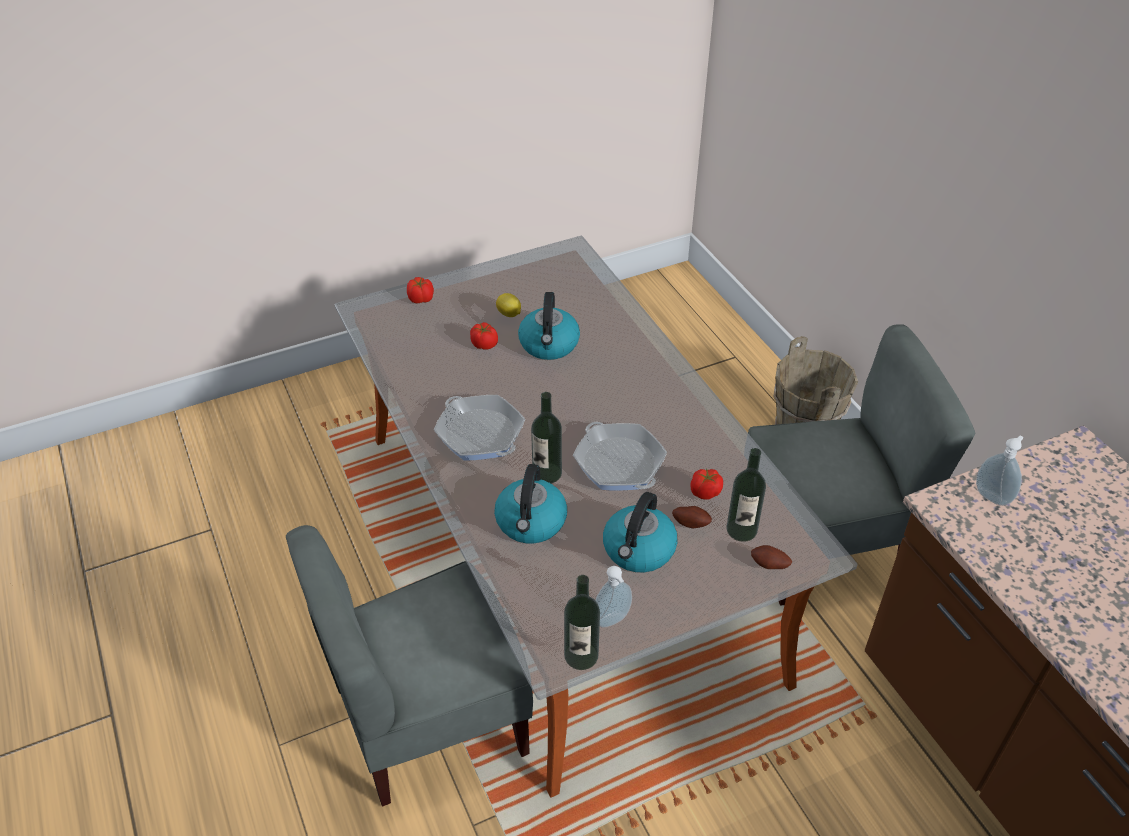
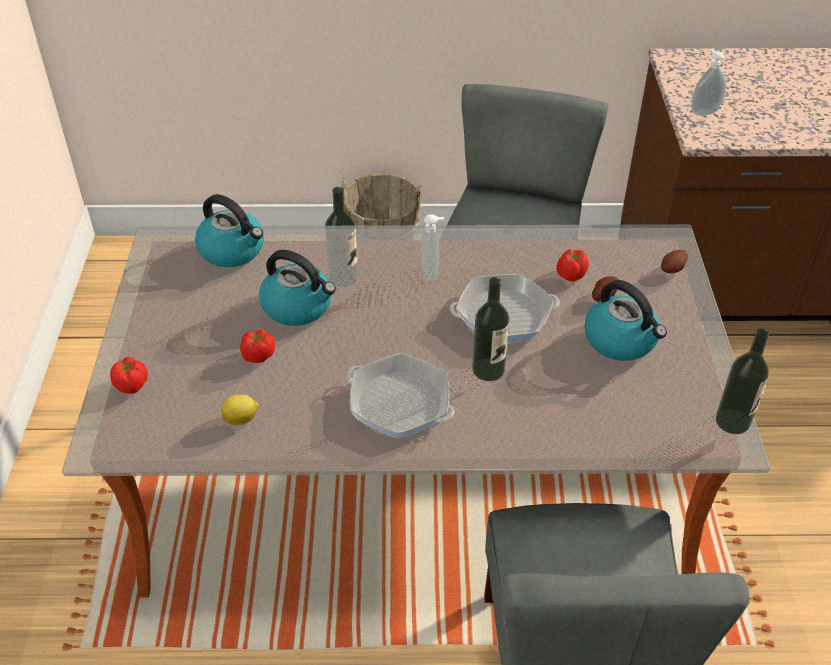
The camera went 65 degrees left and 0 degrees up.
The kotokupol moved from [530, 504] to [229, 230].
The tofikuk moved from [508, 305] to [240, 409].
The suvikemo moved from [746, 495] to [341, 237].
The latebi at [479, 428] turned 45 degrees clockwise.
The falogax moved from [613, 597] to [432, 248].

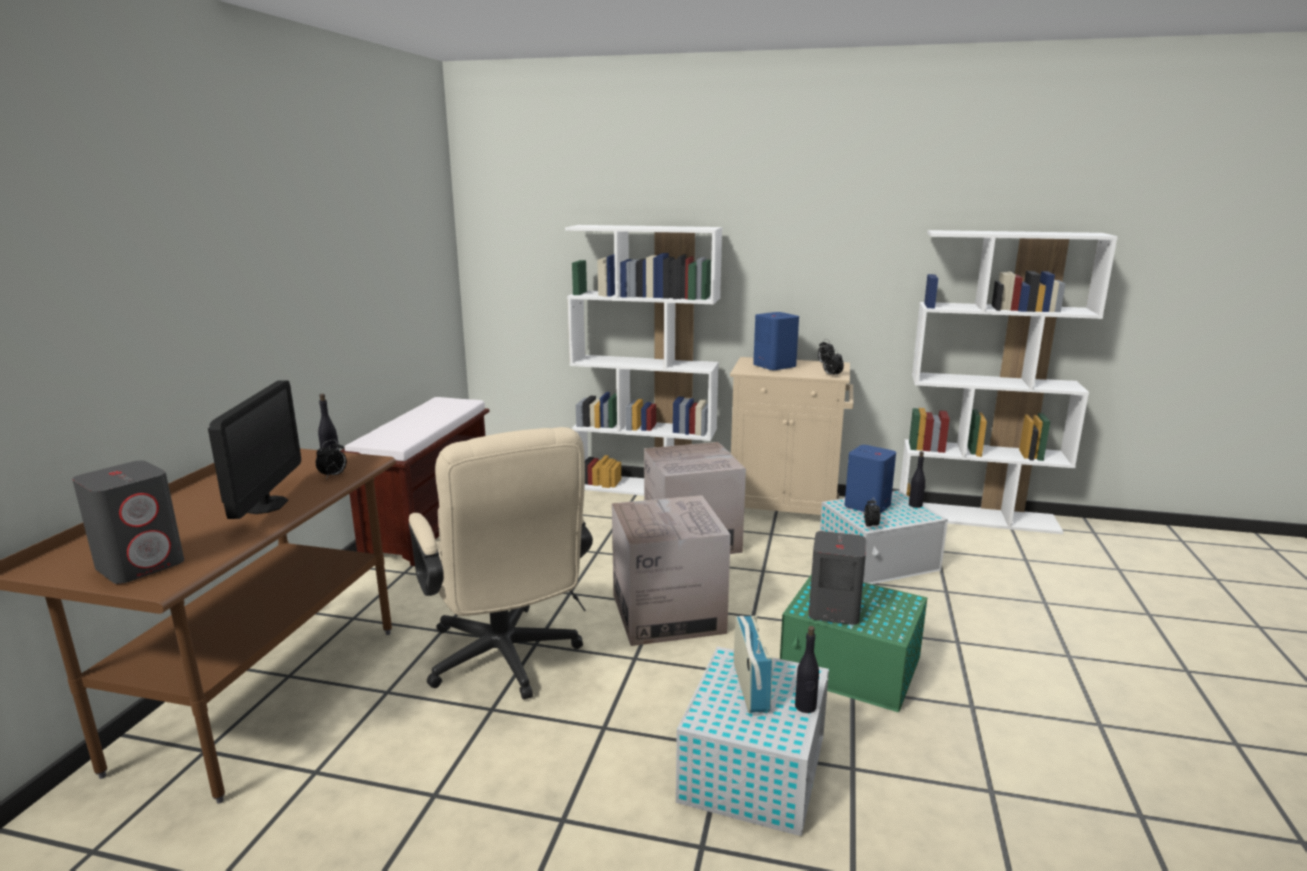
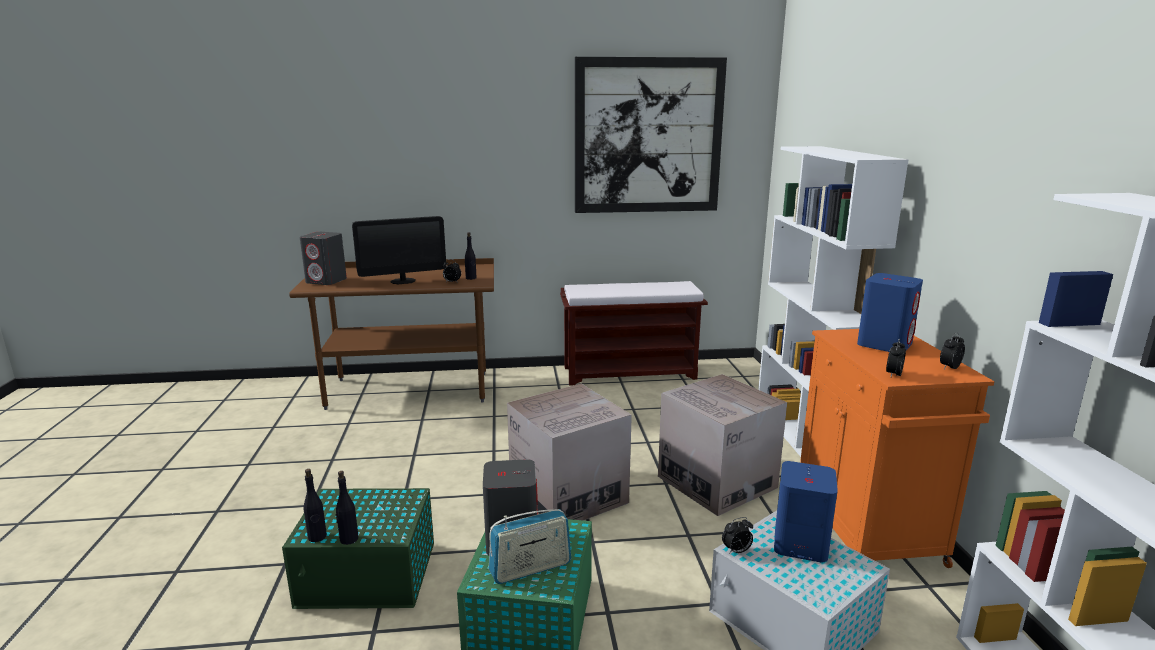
The camera went 70 degrees right and 0 degrees up.
The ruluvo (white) at [752, 741] became the ruluvo (green) at [358, 548].
The suvikemo (black) moved from [917, 479] to [315, 505].
The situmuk moved from [753, 664] to [530, 546].
The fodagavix at [651, 135] appeared.
The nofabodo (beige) at [791, 436] became the nofabodo (orange) at [897, 448].
The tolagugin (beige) at [501, 563] disappeared.

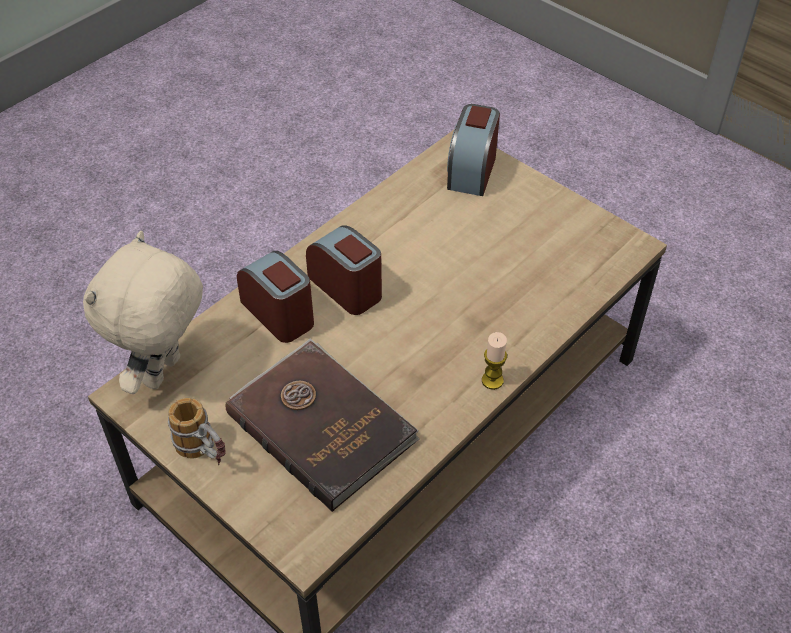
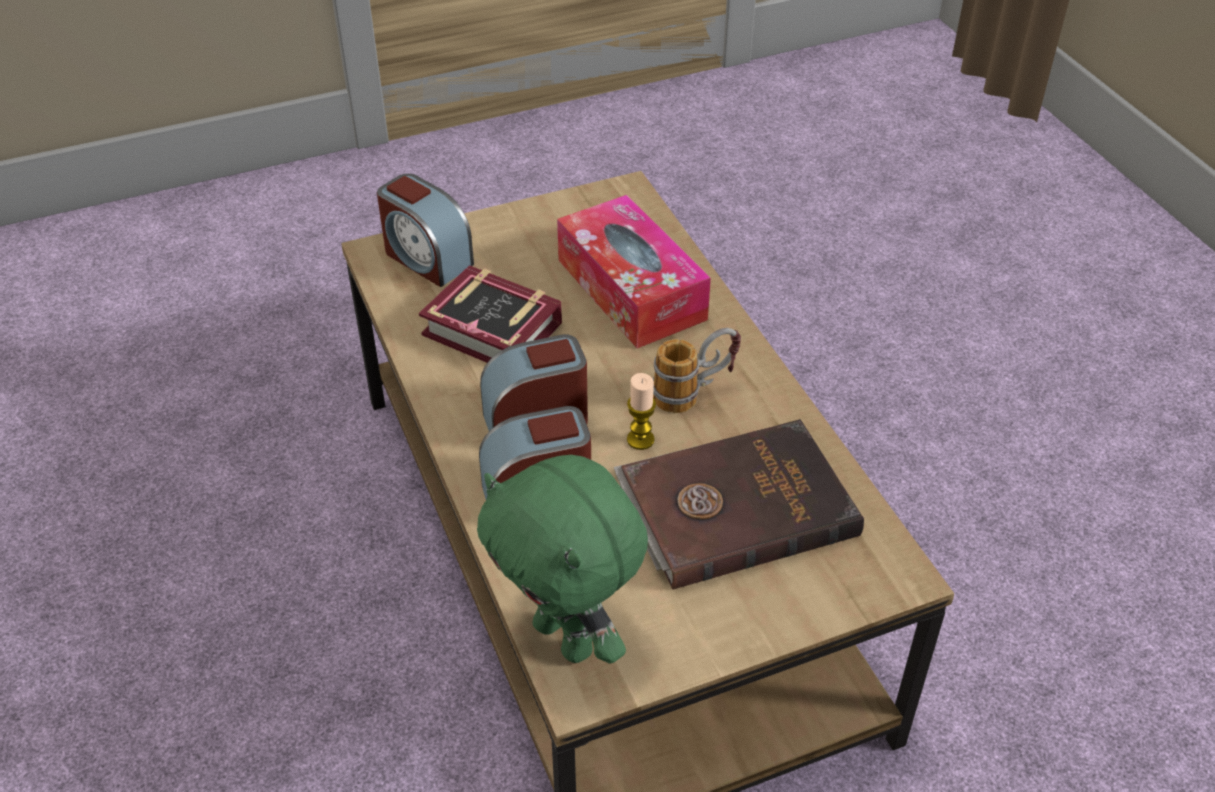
The camera went 65 degrees left and 5 degrees down.
The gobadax at [490, 314] appeared.
The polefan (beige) at [143, 312] became the polefan (green) at [562, 559].
The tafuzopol at [634, 271] appeared.
The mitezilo moved from [494, 361] to [641, 411].
The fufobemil moved from [197, 431] to [697, 370].

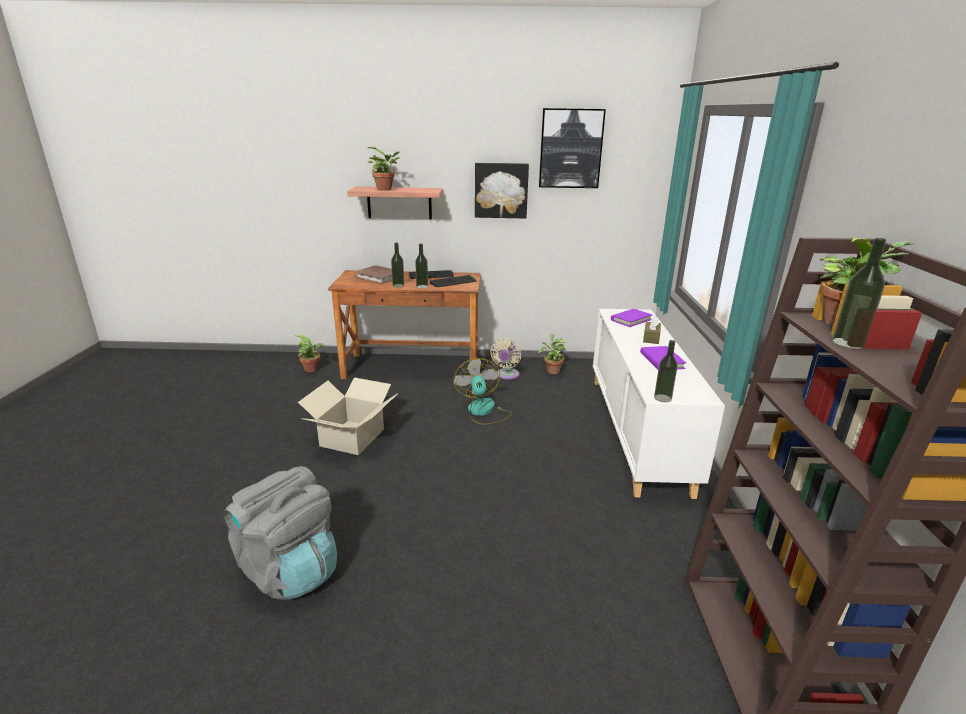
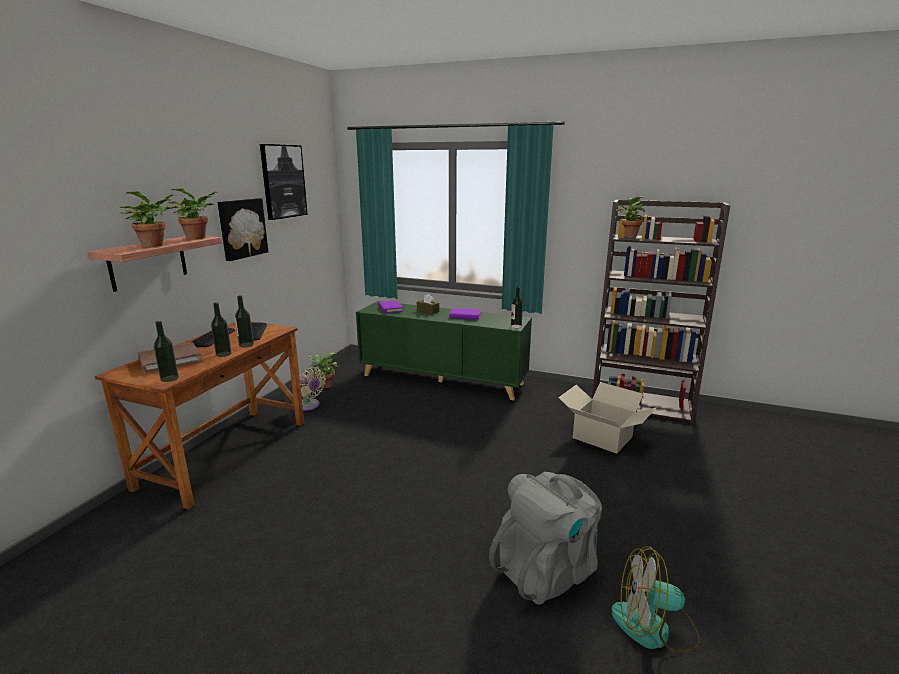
The camera went 70 degrees left and 5 degrees down.
The suvikemo moved from [859, 293] to [166, 351].
The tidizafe moved from [310, 353] to [193, 214].
The nofabodo (white) at [659, 404] became the nofabodo (green) at [444, 350].
The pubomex moved from [347, 416] to [607, 418].
The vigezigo moved from [482, 391] to [656, 599].

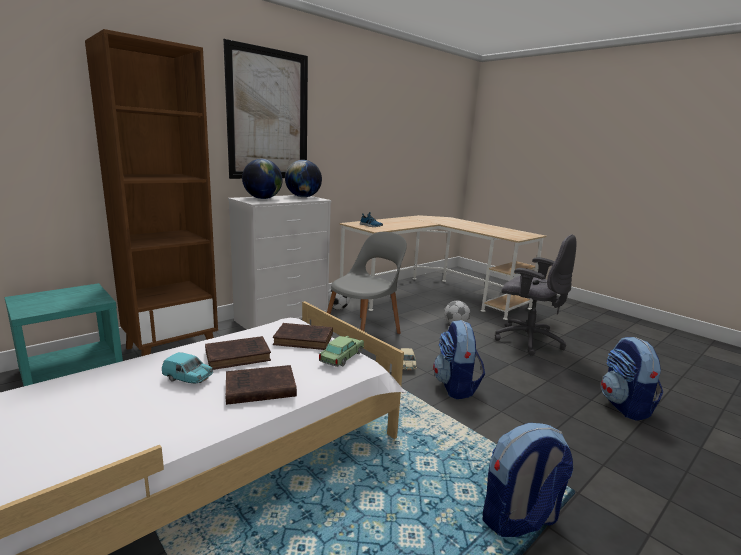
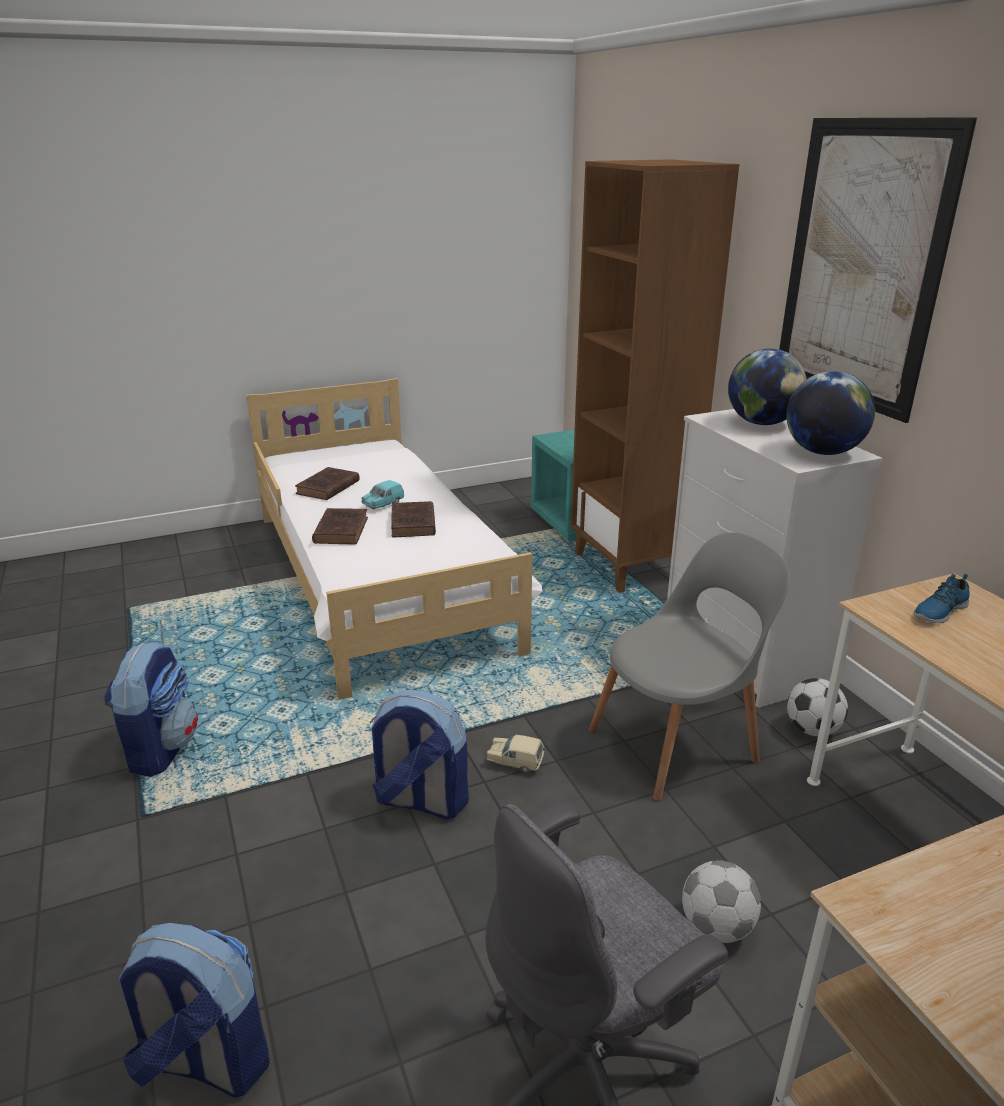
The camera went 110 degrees right and 10 degrees up.
The gobadax (brown) moved from [303, 336] to [327, 483].
The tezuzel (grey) at [367, 283] turned 90 degrees counterclockwise.
The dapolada at [341, 351] disappeared.

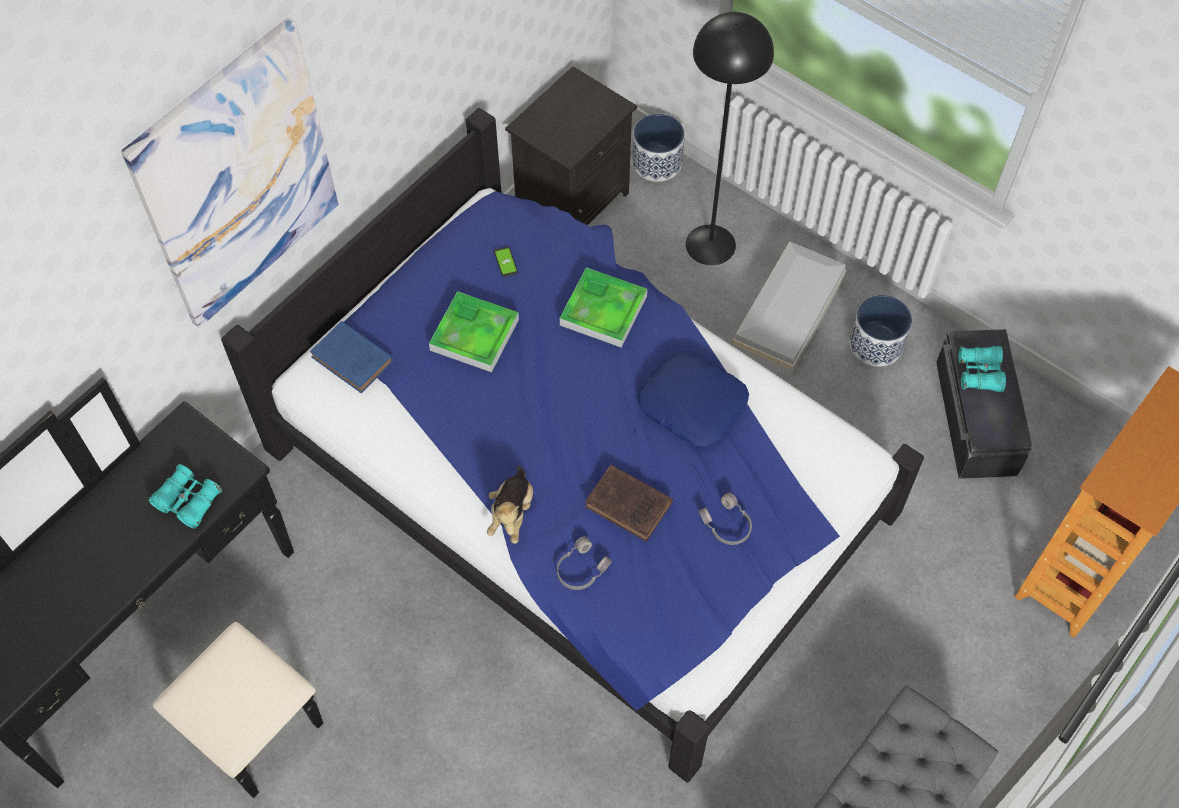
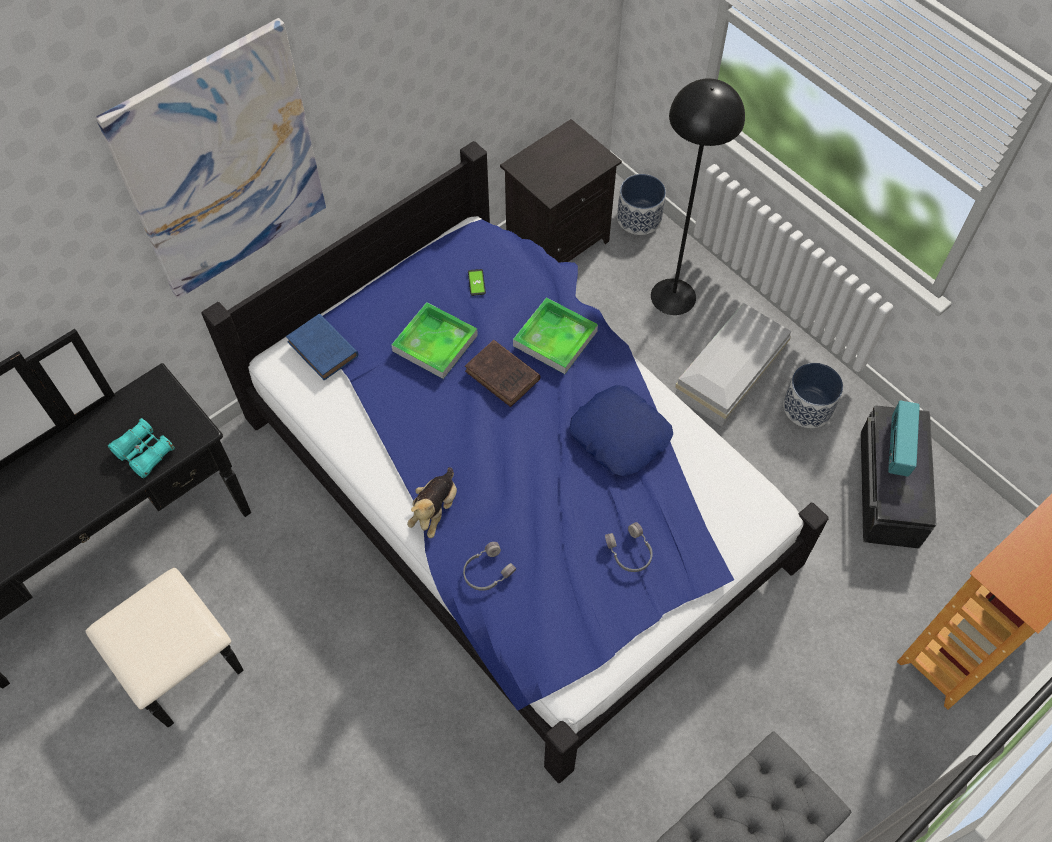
The camera went 10 degrees right and 0 degrees up.
The gobadax (brown) moved from [629, 503] to [503, 373].
The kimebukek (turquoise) at [982, 369] was replaced by the situmuk at [904, 438].

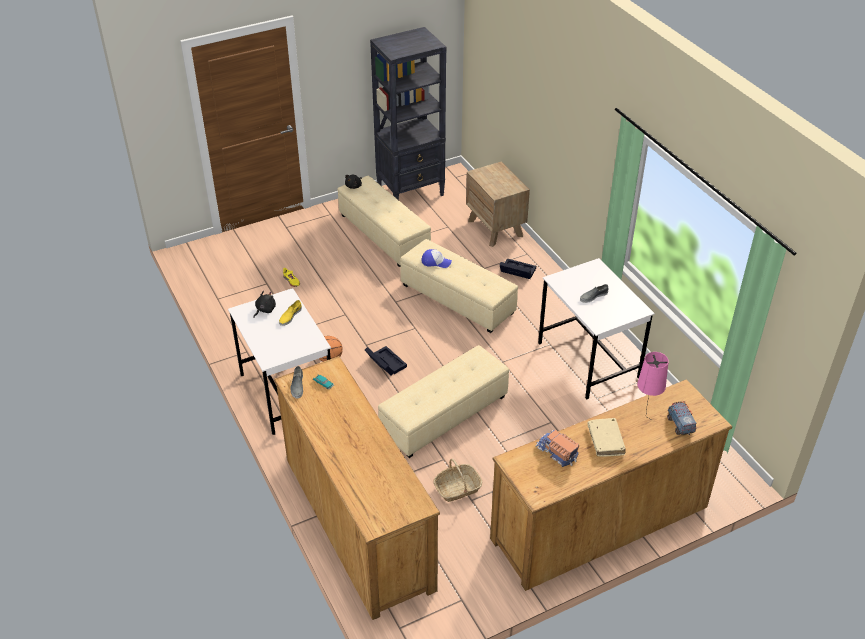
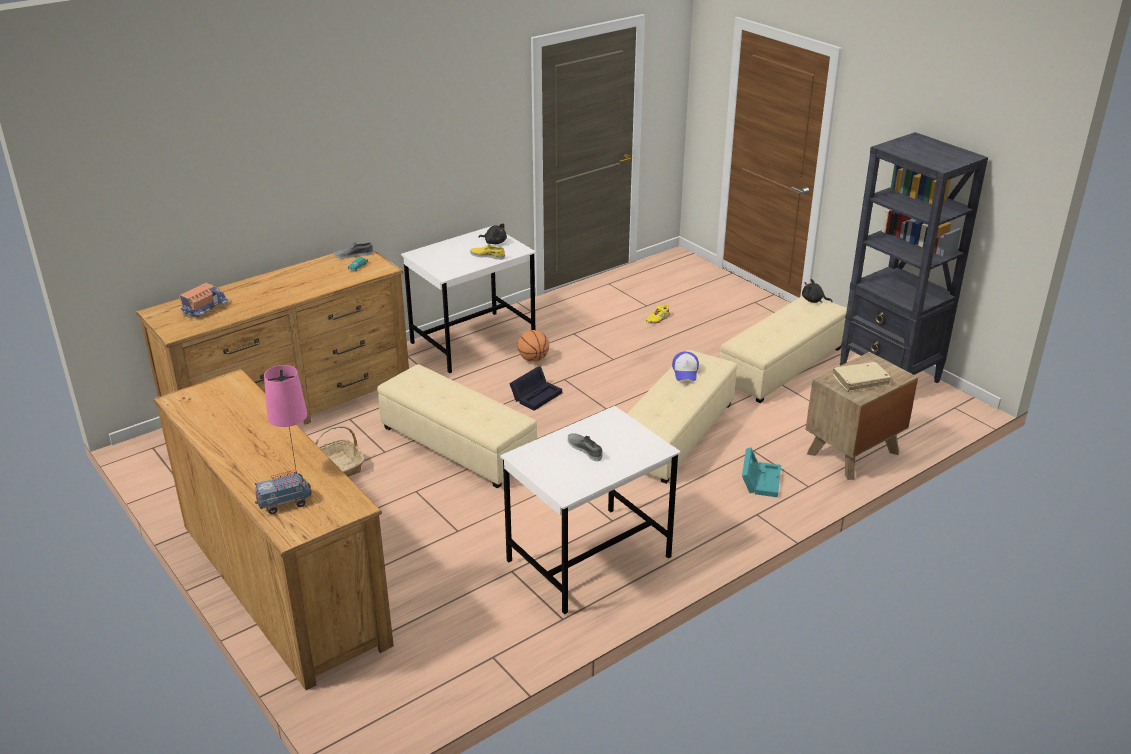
The camera went 80 degrees right and 10 degrees down.
The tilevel moved from [557, 448] to [204, 300].
The ruluvo (black) at [518, 268] became the ruluvo (turquoise) at [761, 472].
The gobadax (beige) moved from [606, 437] to [862, 377].

